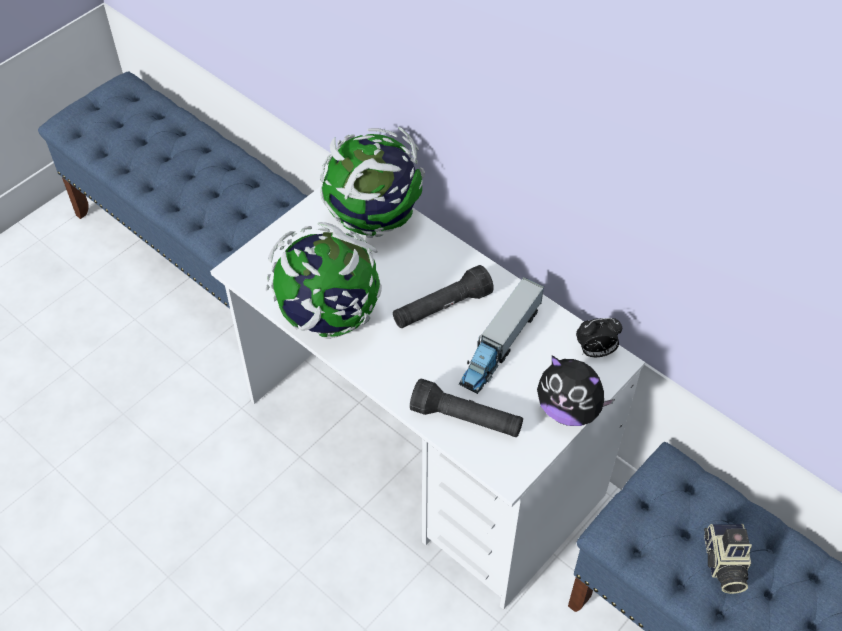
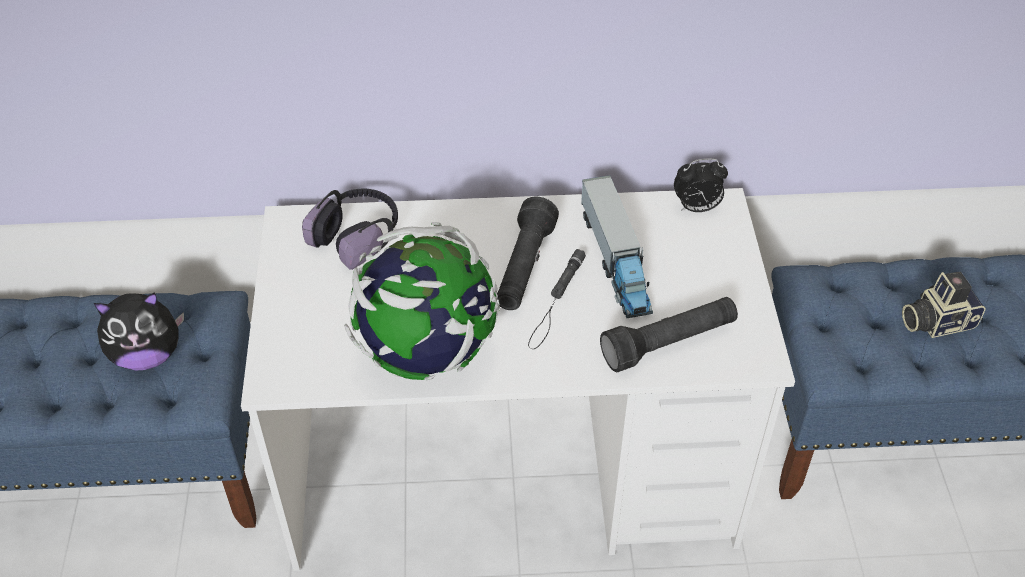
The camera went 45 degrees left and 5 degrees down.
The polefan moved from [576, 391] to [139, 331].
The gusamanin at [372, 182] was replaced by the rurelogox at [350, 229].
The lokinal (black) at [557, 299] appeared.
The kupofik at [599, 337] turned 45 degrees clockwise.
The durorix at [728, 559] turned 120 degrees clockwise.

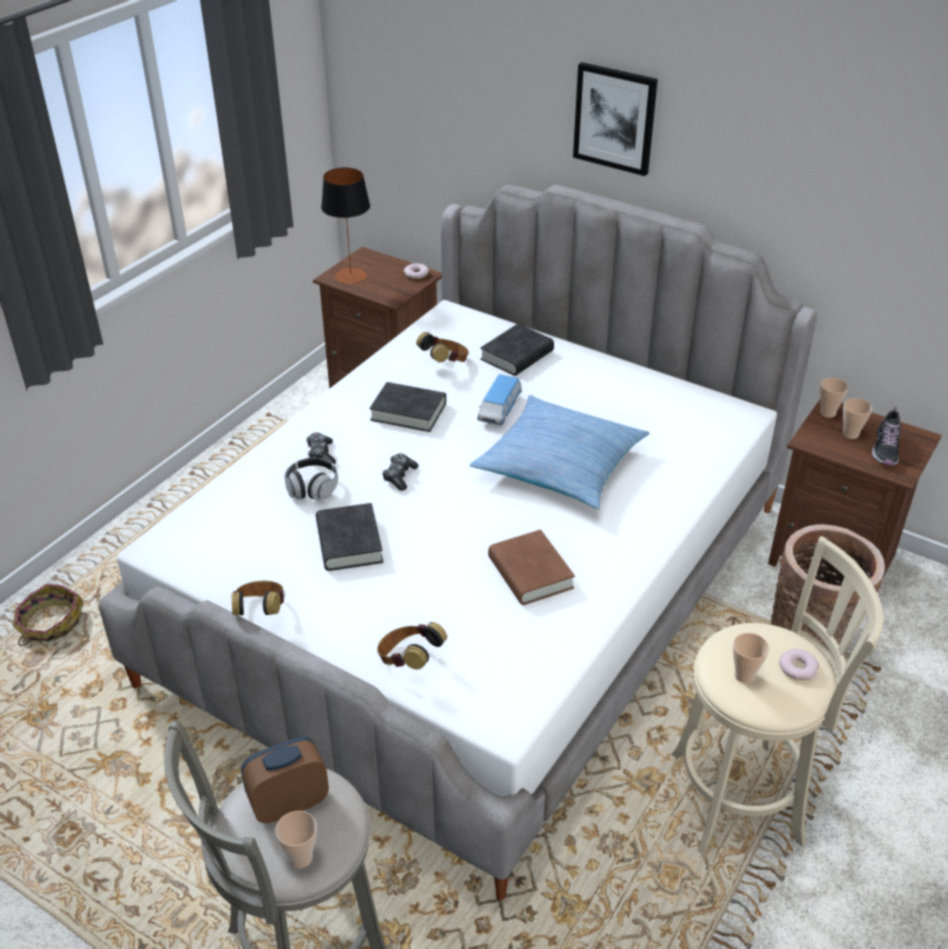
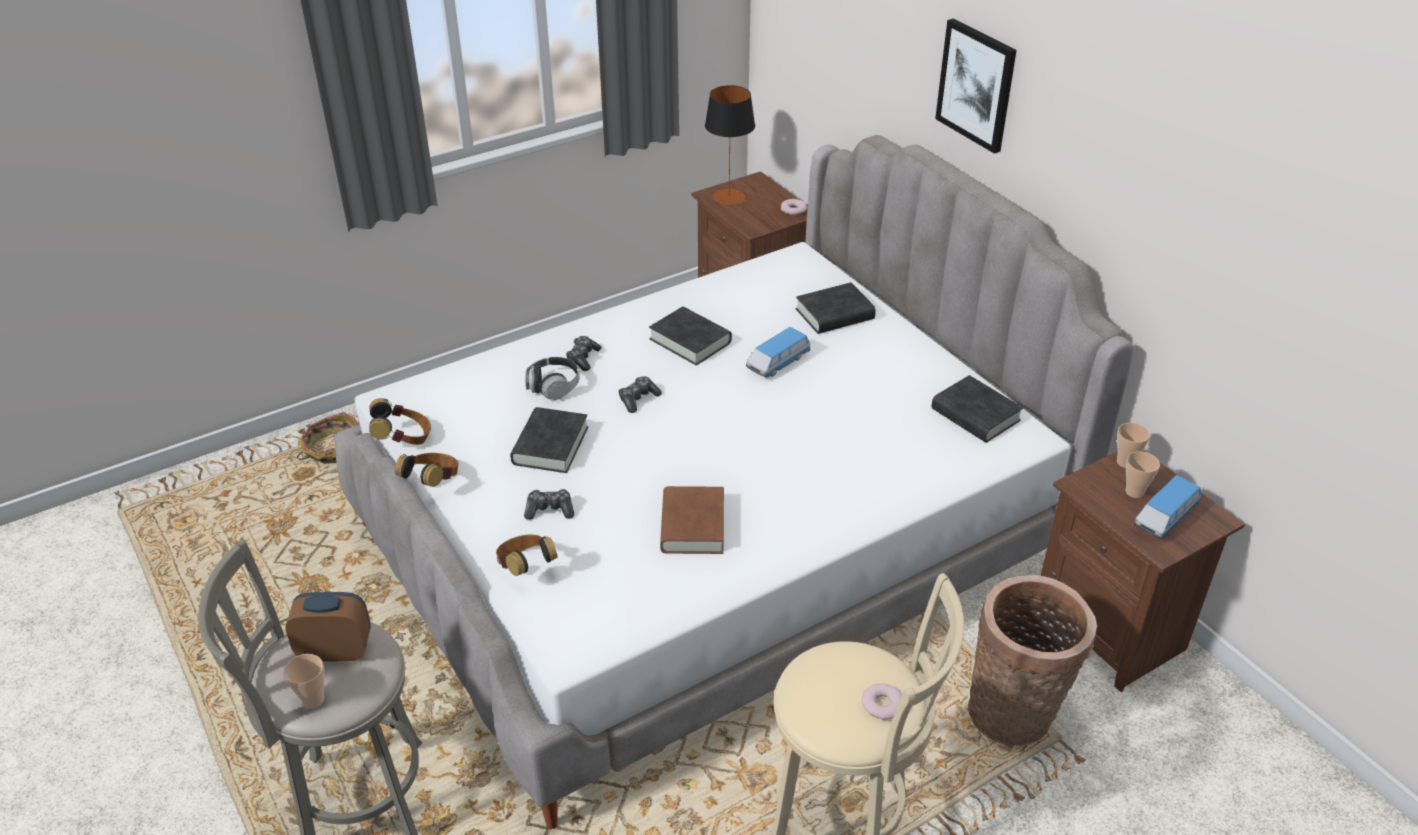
The camera went 25 degrees right and 0 degrees up.
The rurelogox moved from [442, 347] to [400, 421].
The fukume at [549, 504] appeared.
The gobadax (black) at [977, 409] appeared.
The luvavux at [886, 436] was replaced by the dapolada at [1167, 507].
The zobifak at [560, 452] disappeared.
The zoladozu at [751, 658] disappeared.

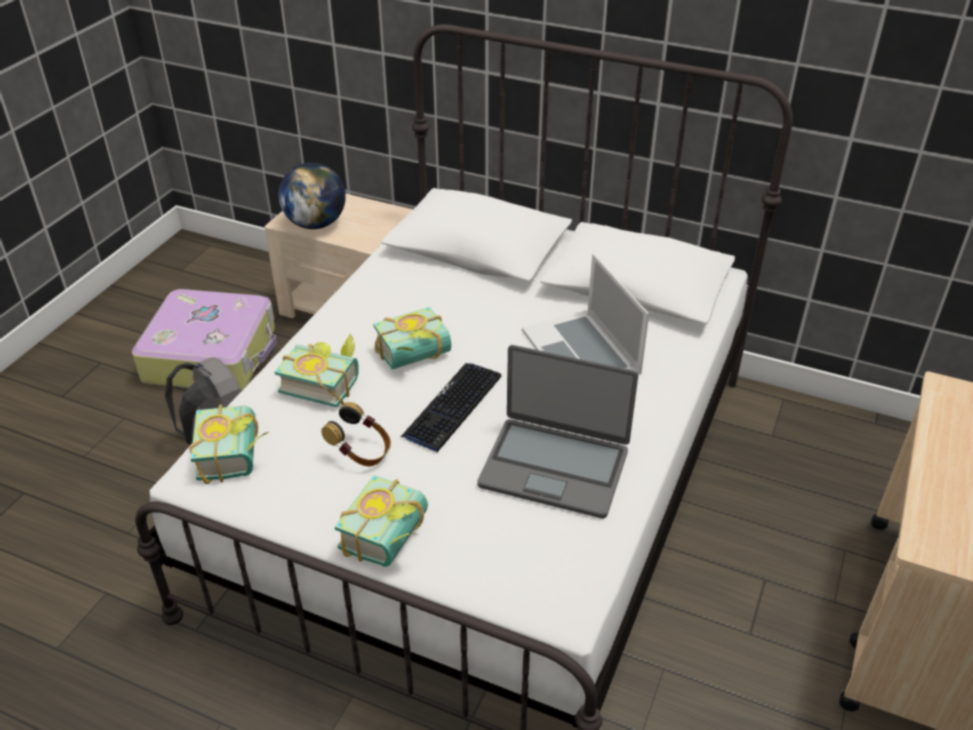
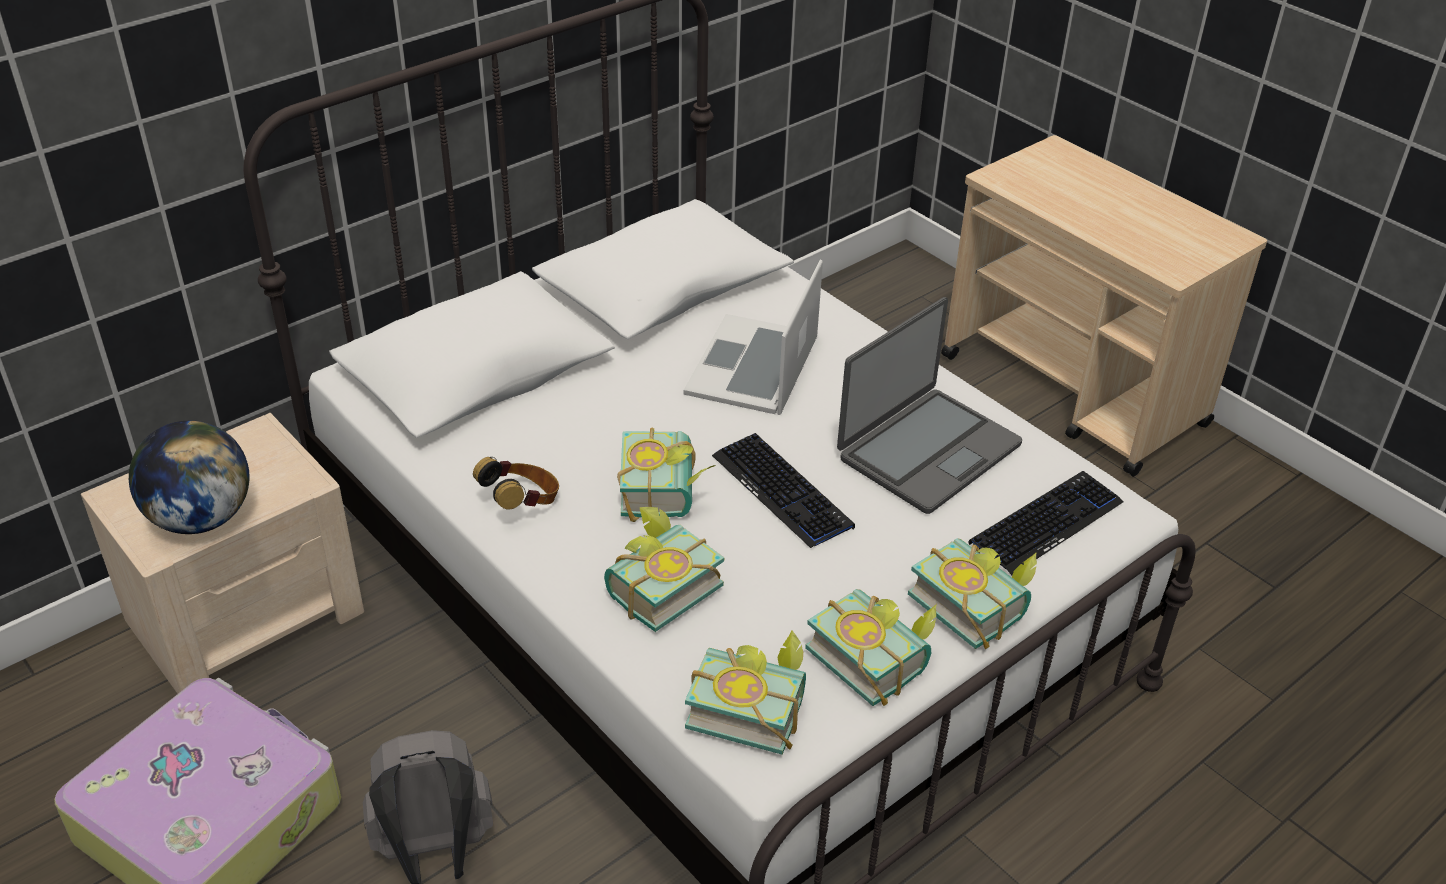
The camera went 65 degrees left and 0 degrees up.
The rurelogox moved from [356, 434] to [516, 483].
The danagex at [585, 314] turned 105 degrees clockwise.
The gobadax at [871, 647] appeared.
The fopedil at [1045, 523] appeared.

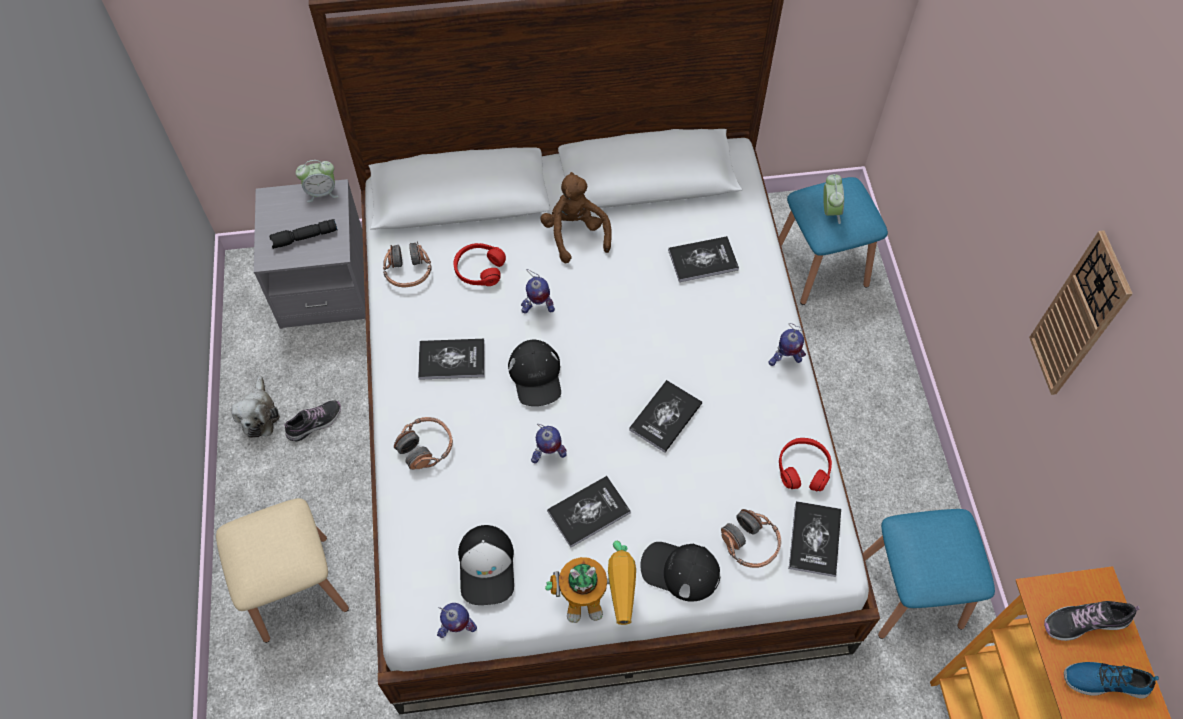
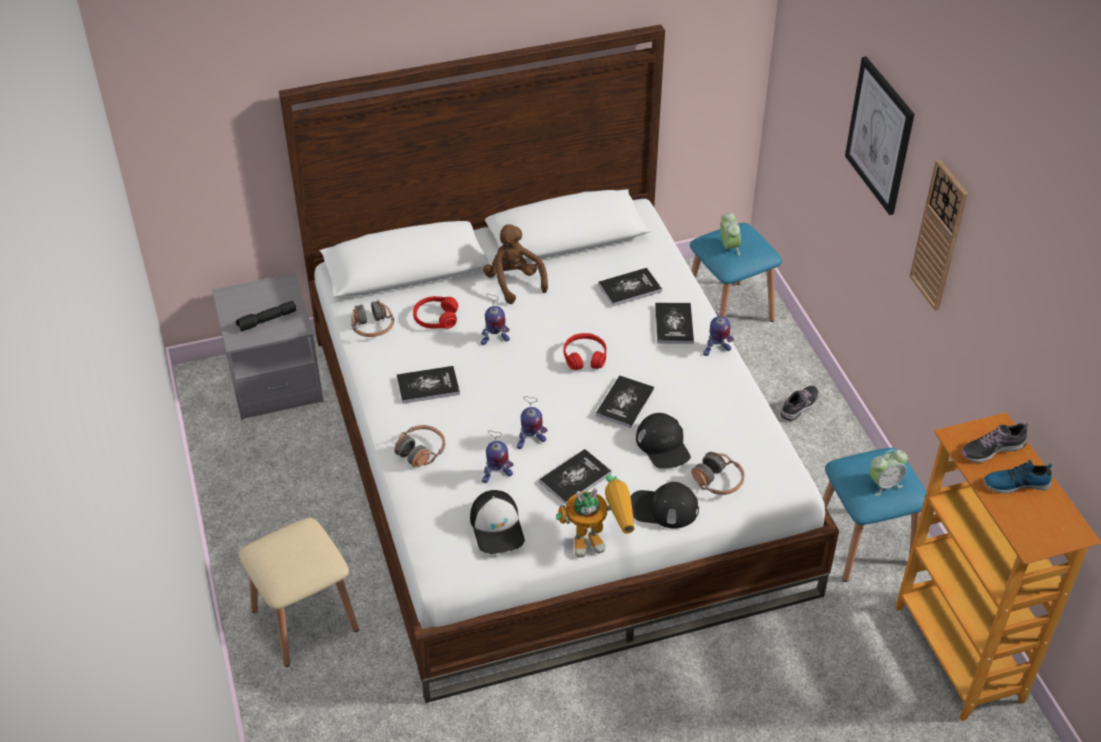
The camera went 10 degrees left and 15 degrees down.
The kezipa moved from [457, 620] to [498, 456].
The rurelogox (red) moved from [805, 464] to [585, 351].
The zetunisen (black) moved from [534, 373] to [663, 440].
The gobadax moved from [815, 539] to [674, 323].
The luvavux moved from [312, 420] to [800, 403].
The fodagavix at [879, 136] appeared.
The kupofik moved from [317, 181] to [888, 472].
The polefan at [255, 407] disappeared.

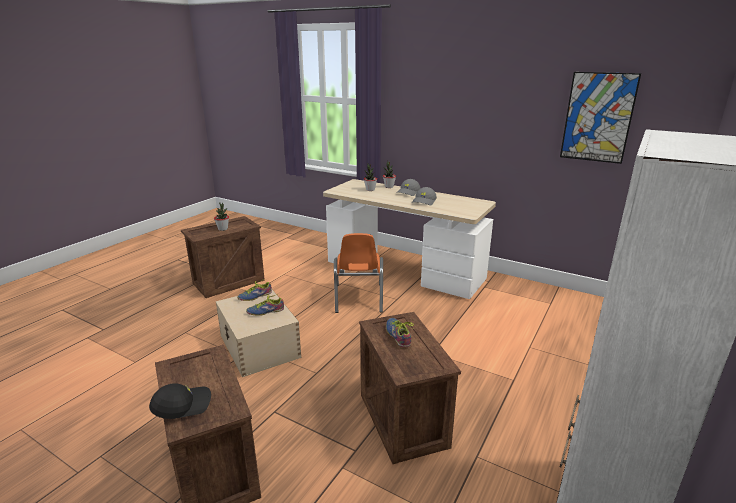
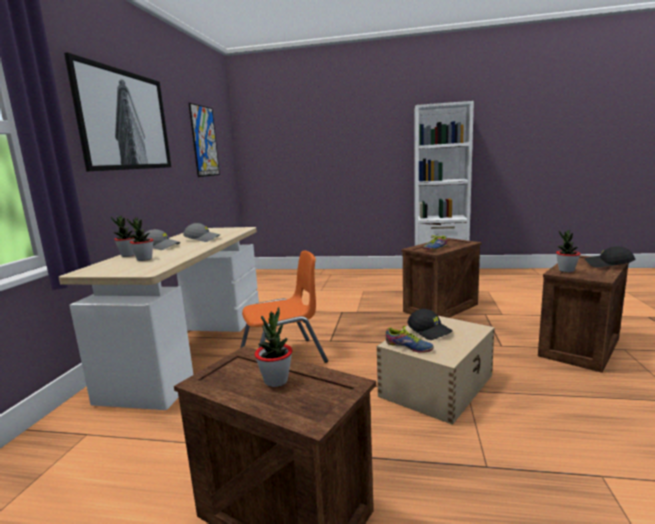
The camera went 110 degrees left and 10 degrees down.
The fodagavix at [117, 112] appeared.
The luvavux at [265, 305] was replaced by the zetunisen (black) at [430, 324].
The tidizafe at [568, 251] appeared.

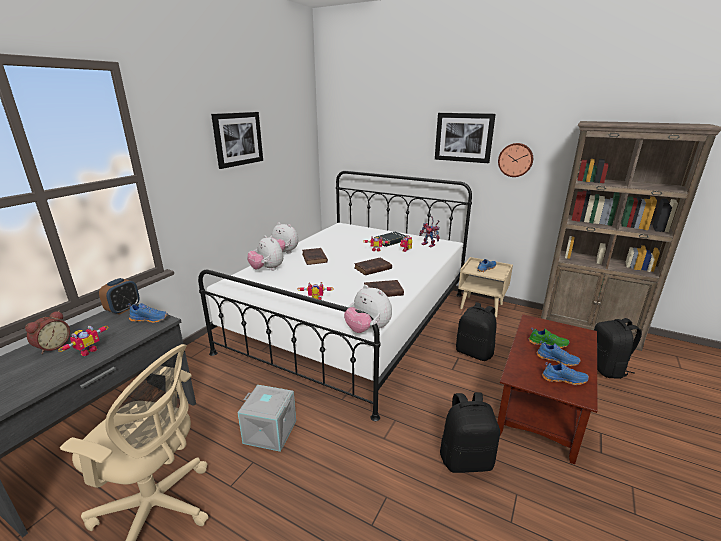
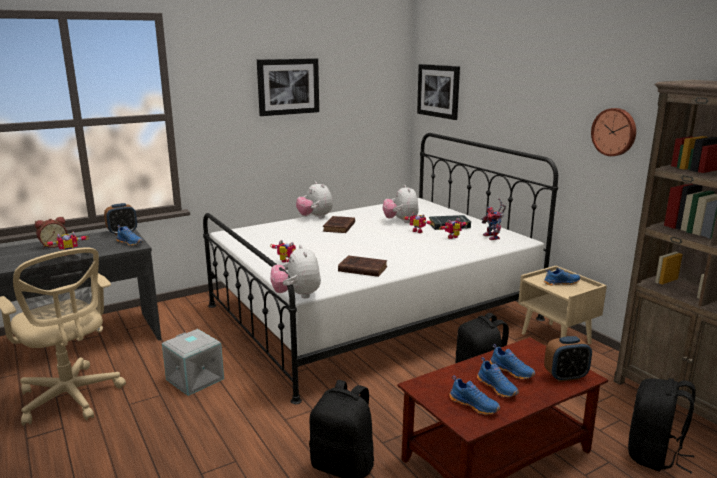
The camera went 30 degrees right and 5 degrees down.
The polefan moved from [265, 252] to [401, 204].
The fodagavix moved from [465, 138] to [438, 92].
The luvavux (green) at [548, 338] became the luvavux (blue) at [512, 361].
The kupofik at [568, 359] appeared.
The gobadax (brown) at [373, 266] disappeared.

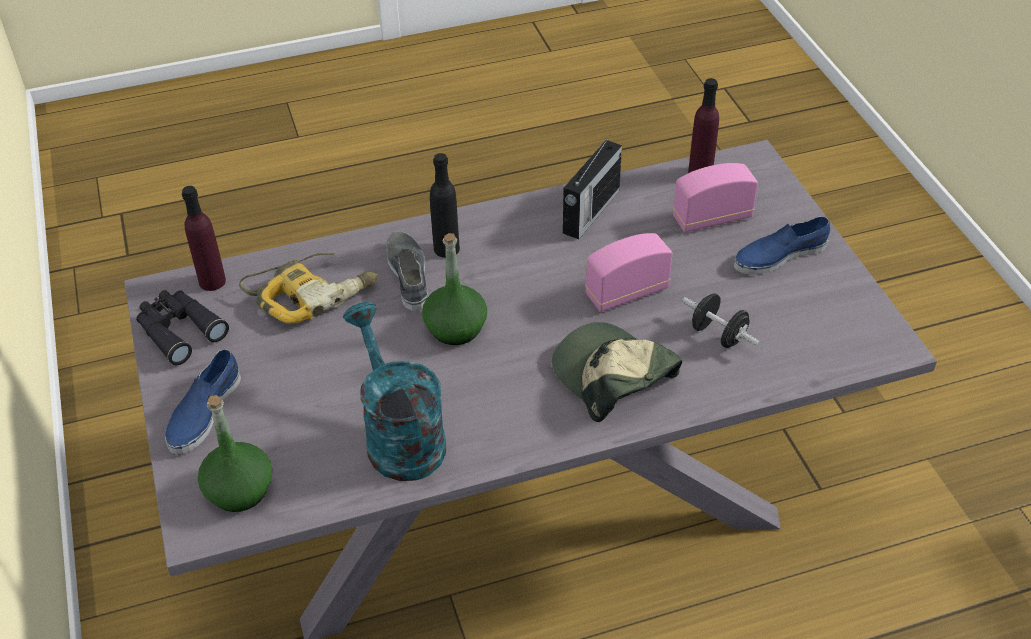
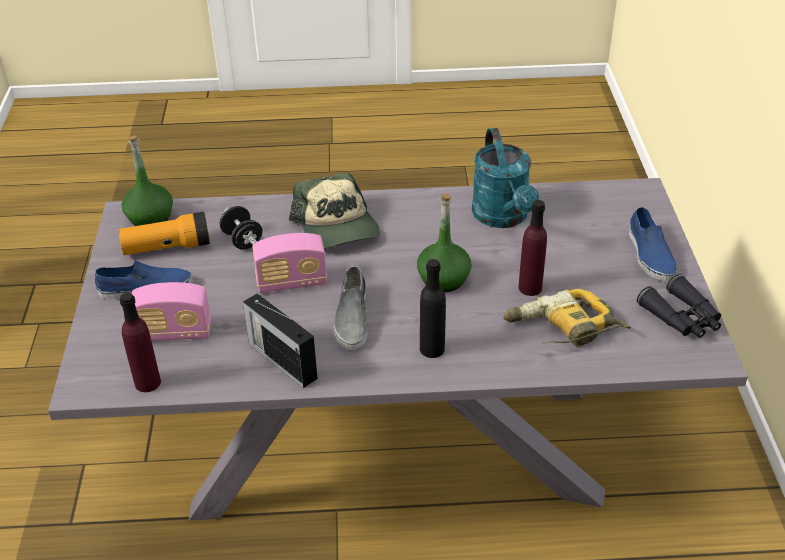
The camera went 165 degrees left and 5 degrees down.
The lokinal at [164, 233] appeared.
The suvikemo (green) moved from [235, 453] to [147, 181].
The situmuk at [592, 187] turned 90 degrees counterclockwise.
The luvavux (grey) moved from [407, 271] to [350, 308].
The suvikemo (purple) moved from [204, 238] to [533, 248].
The luvavux (blue) at [203, 401] turned 135 degrees clockwise.

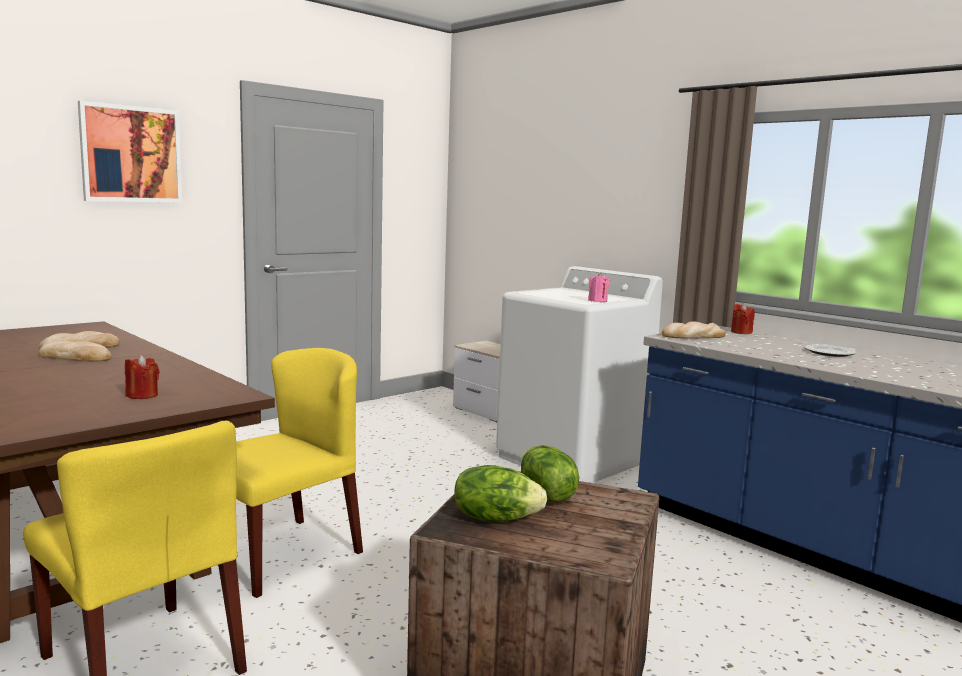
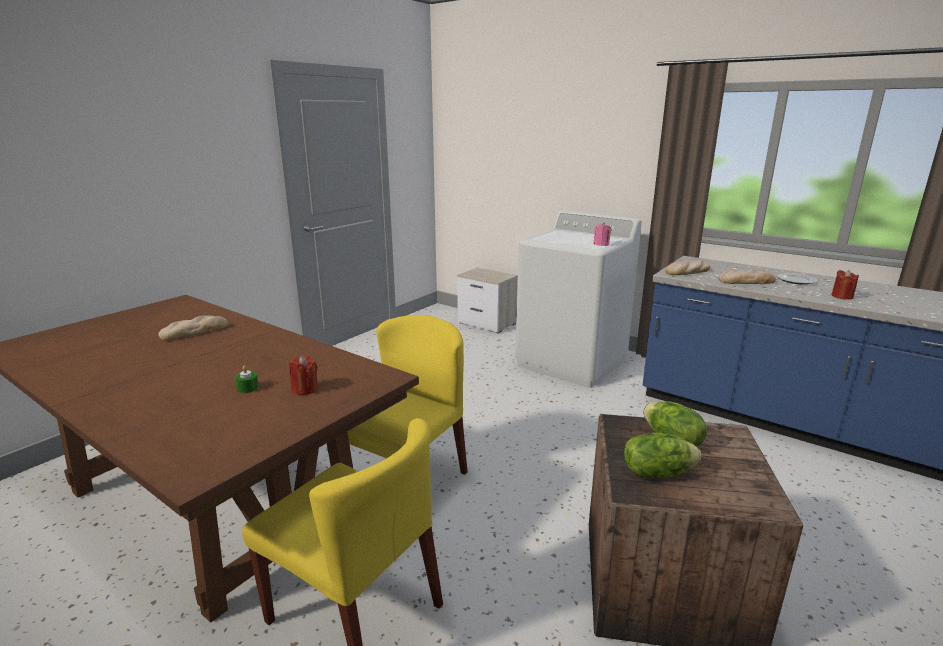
The camera went 10 degrees left and 10 degrees up.
The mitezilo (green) at [247, 379] appeared.
The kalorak moved from [74, 351] to [747, 276].
The mitezilo (red) moved from [743, 318] to [845, 285].
The fodagavix at [130, 152] disappeared.

